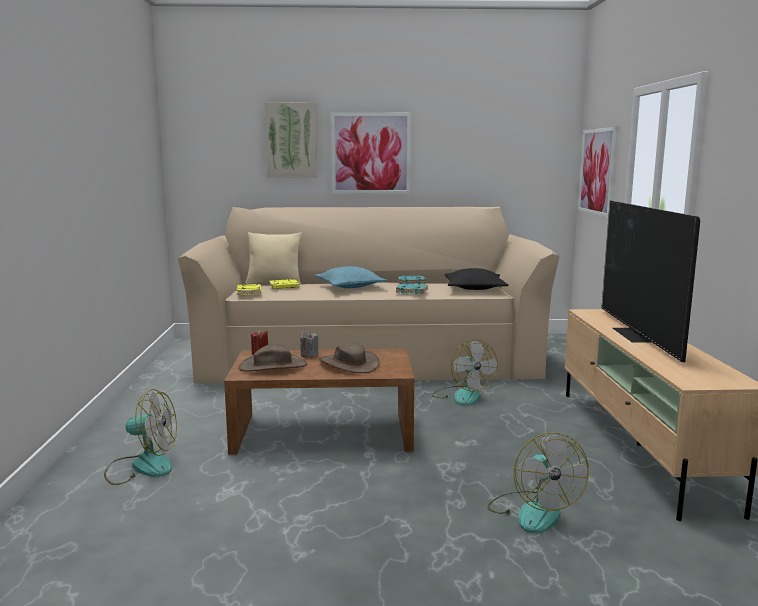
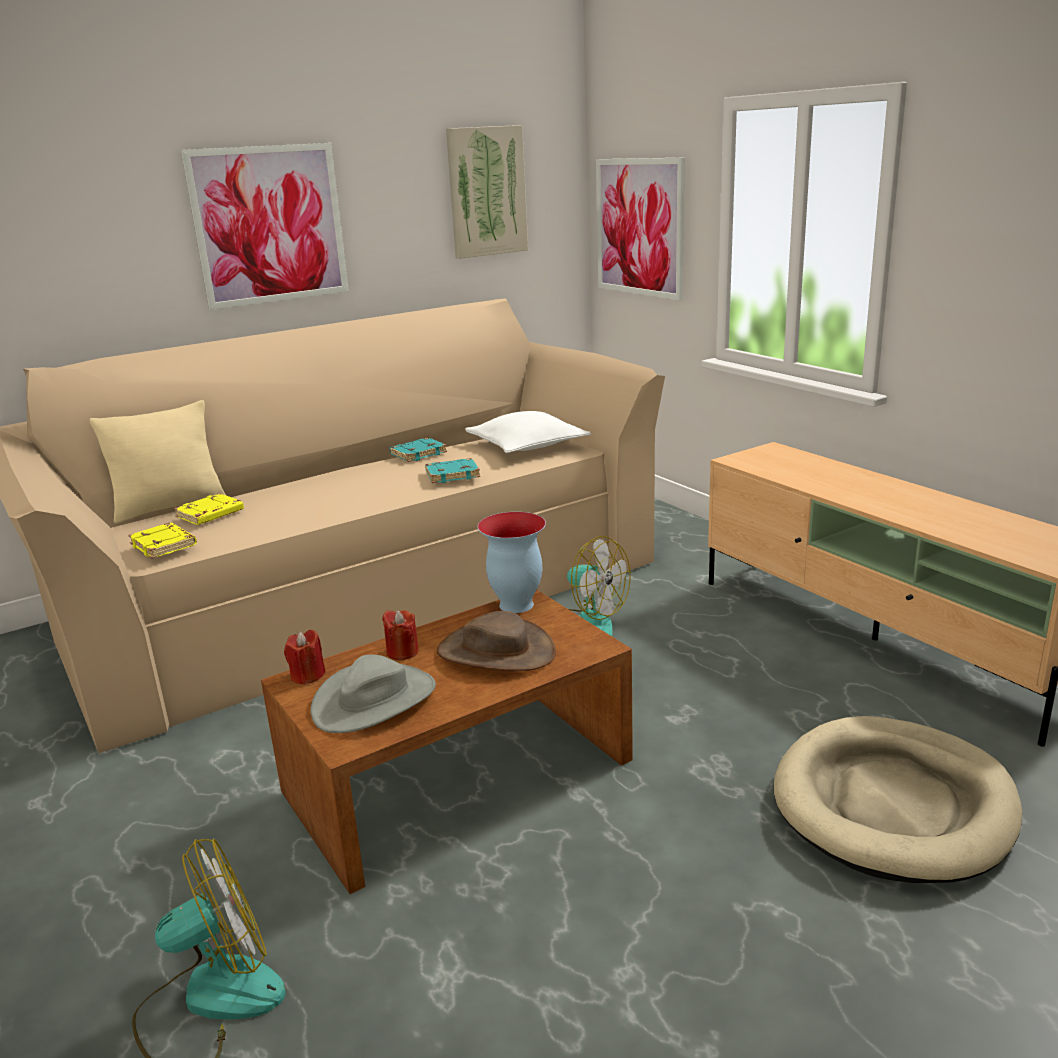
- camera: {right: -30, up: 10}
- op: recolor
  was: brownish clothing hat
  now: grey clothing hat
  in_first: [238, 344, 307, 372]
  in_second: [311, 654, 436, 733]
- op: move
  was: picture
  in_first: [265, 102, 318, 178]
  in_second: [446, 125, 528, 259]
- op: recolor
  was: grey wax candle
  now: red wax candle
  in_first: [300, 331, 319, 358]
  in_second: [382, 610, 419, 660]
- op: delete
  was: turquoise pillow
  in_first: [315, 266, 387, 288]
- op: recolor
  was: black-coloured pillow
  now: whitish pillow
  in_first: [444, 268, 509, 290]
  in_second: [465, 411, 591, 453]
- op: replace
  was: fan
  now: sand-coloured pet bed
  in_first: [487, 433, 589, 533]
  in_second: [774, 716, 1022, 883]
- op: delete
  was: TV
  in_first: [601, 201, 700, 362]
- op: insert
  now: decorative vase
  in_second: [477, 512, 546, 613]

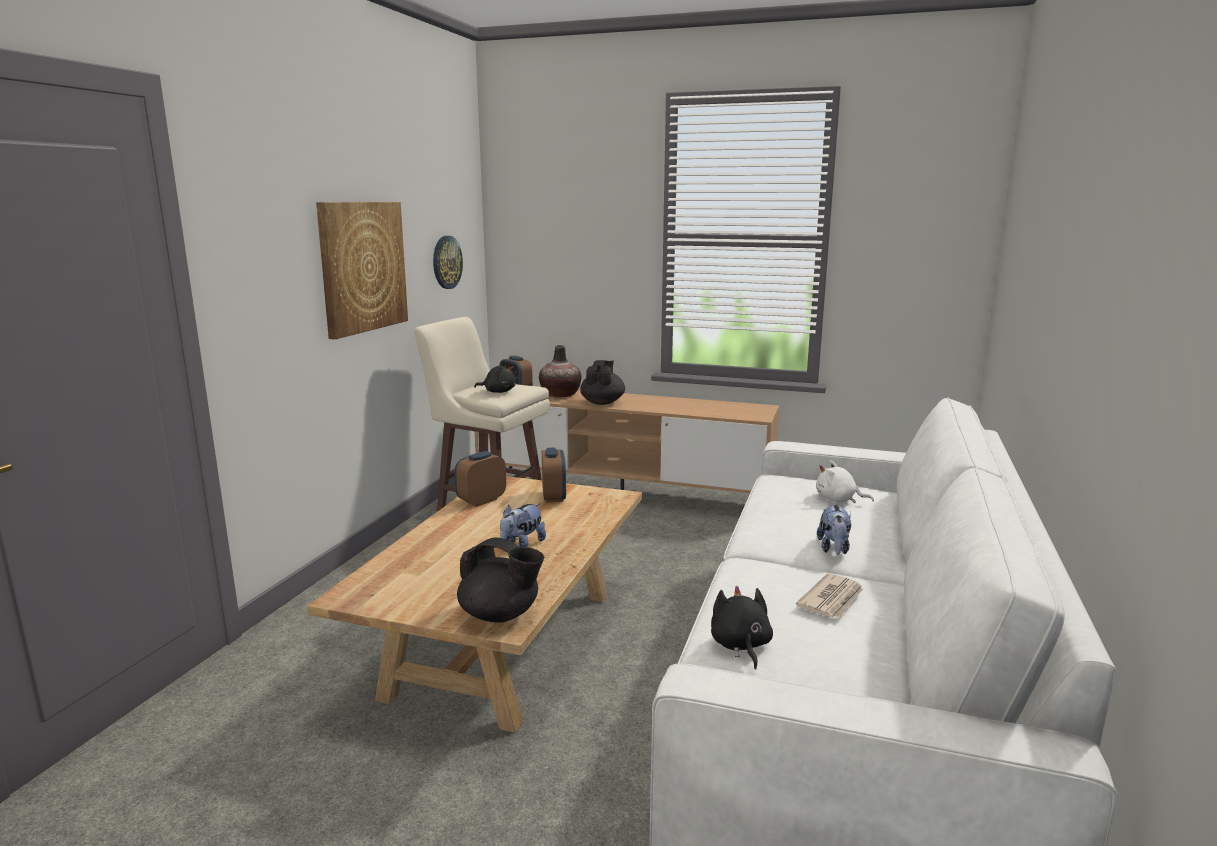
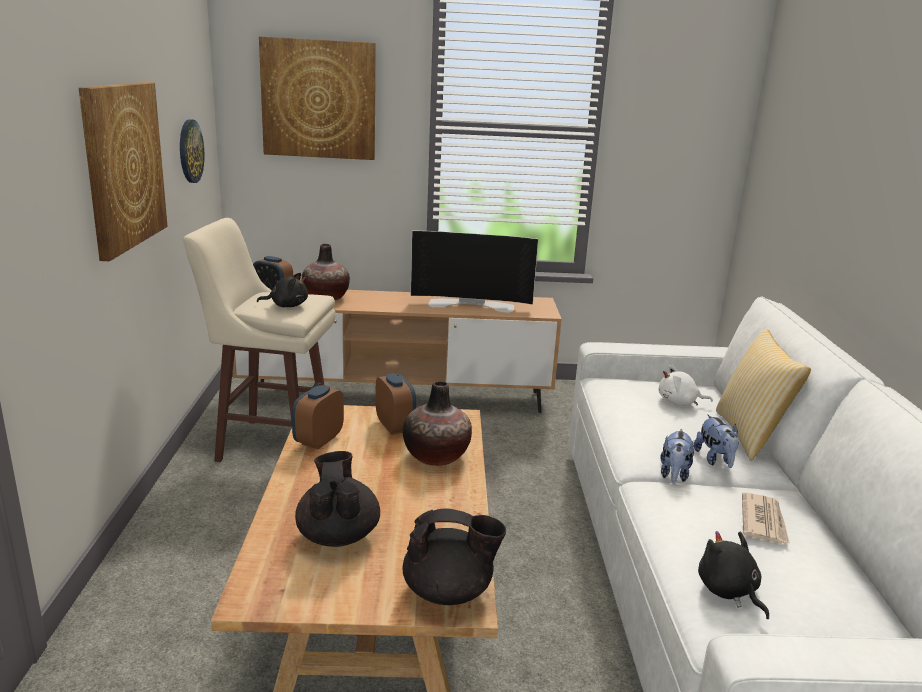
- camera: {right: -20, up: 5}
- op: move
  was: plush toy
  in_first: [500, 503, 546, 547]
  in_second: [660, 428, 694, 483]
- op: move
  was: black-coloured teapot
  in_first: [580, 360, 625, 405]
  in_second: [295, 451, 380, 547]
- op: insert
  now: picture
  in_second: [259, 36, 376, 160]
- op: insert
  now: decorative vase
  in_second: [403, 381, 472, 466]
- op: insert
  now: TV
  in_second: [410, 231, 538, 313]
- op: insert
  now: pillow
  in_second: [716, 329, 811, 461]

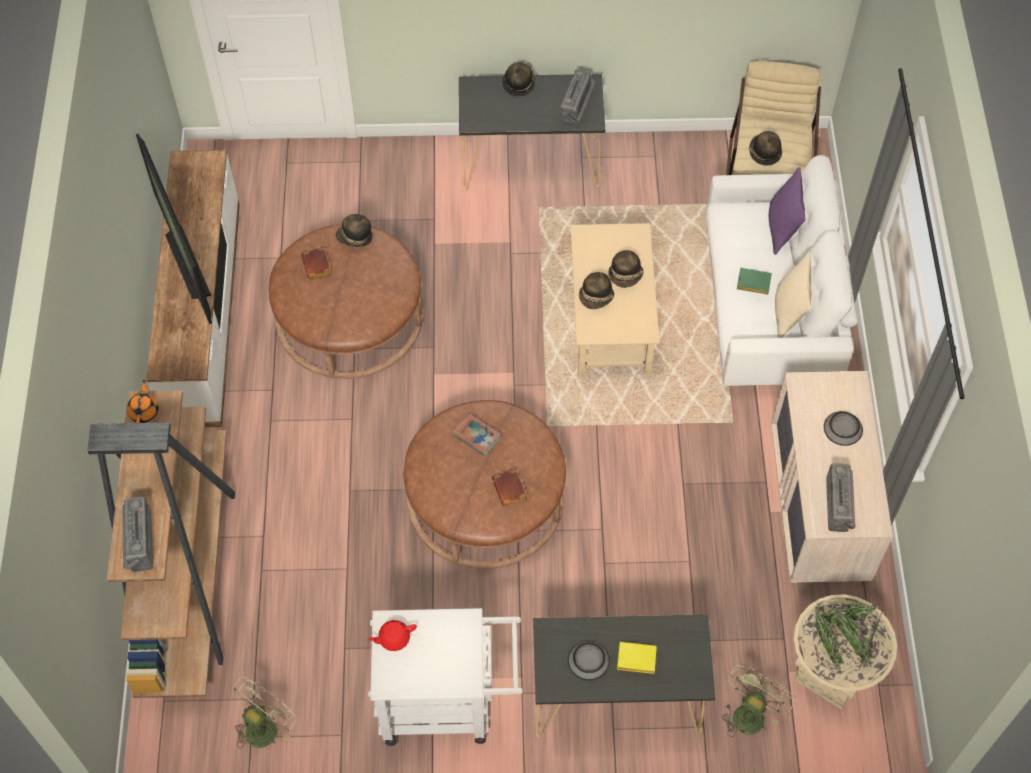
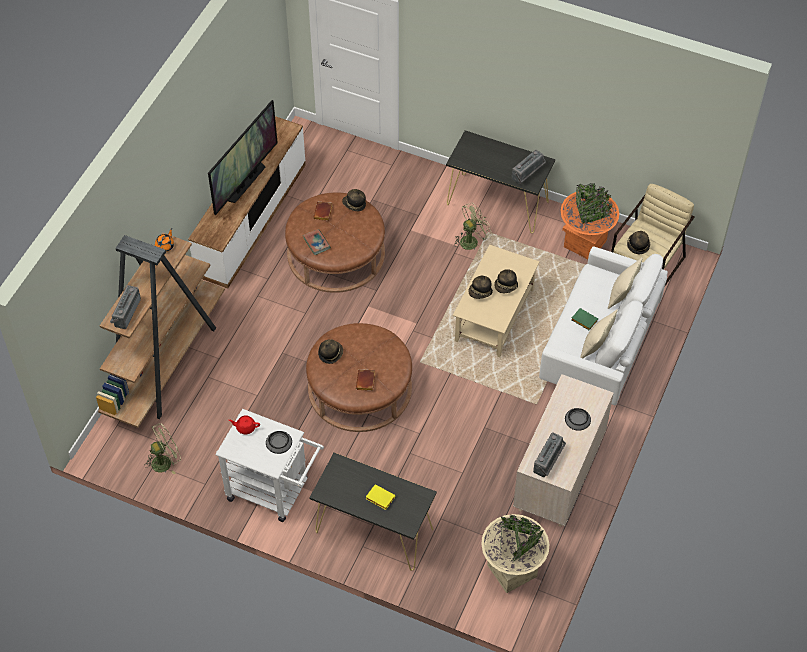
- camera: {right: 25, up: -5}
- op: rotate
  was: TV
  in_first: [136, 134, 212, 324]
  in_second: [208, 100, 278, 215]
  clockwise: -150
- op: move
  was: volume
  in_first: [452, 413, 502, 456]
  in_second: [303, 229, 331, 255]
- op: move
  was: clothing hat
  in_first: [503, 62, 536, 97]
  in_second: [318, 339, 343, 364]
- op: move
  was: deep dish
  in_first: [568, 641, 610, 680]
  in_second: [266, 431, 292, 454]
- op: move
  was: green fan
  in_first: [722, 665, 796, 737]
  in_second: [455, 204, 492, 250]
- op: recolor
  was: purplish pillow
  now: sand-coloured pillow
  in_first: [769, 167, 805, 255]
  in_second: [608, 257, 643, 309]
- op: insert
  now: orange plant pot
  in_second: [561, 183, 619, 259]

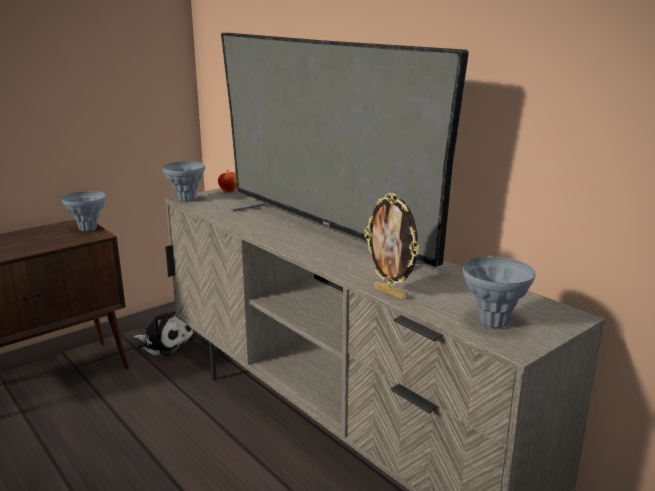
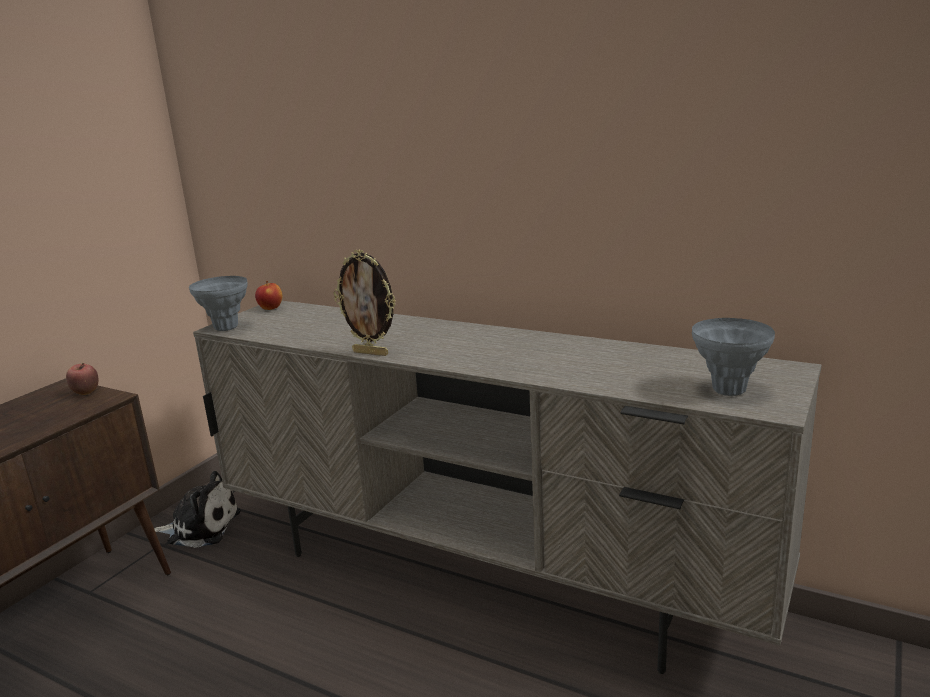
- camera: {right: -20, up: 0}
- op: replace
  was: grey decorative vase
  now: apple
  in_first: [62, 191, 106, 231]
  in_second: [66, 363, 99, 395]
- op: delete
  was: TV
  in_first: [221, 33, 469, 267]
- op: move
  was: picture frame
  in_first: [364, 193, 420, 299]
  in_second: [333, 249, 396, 356]

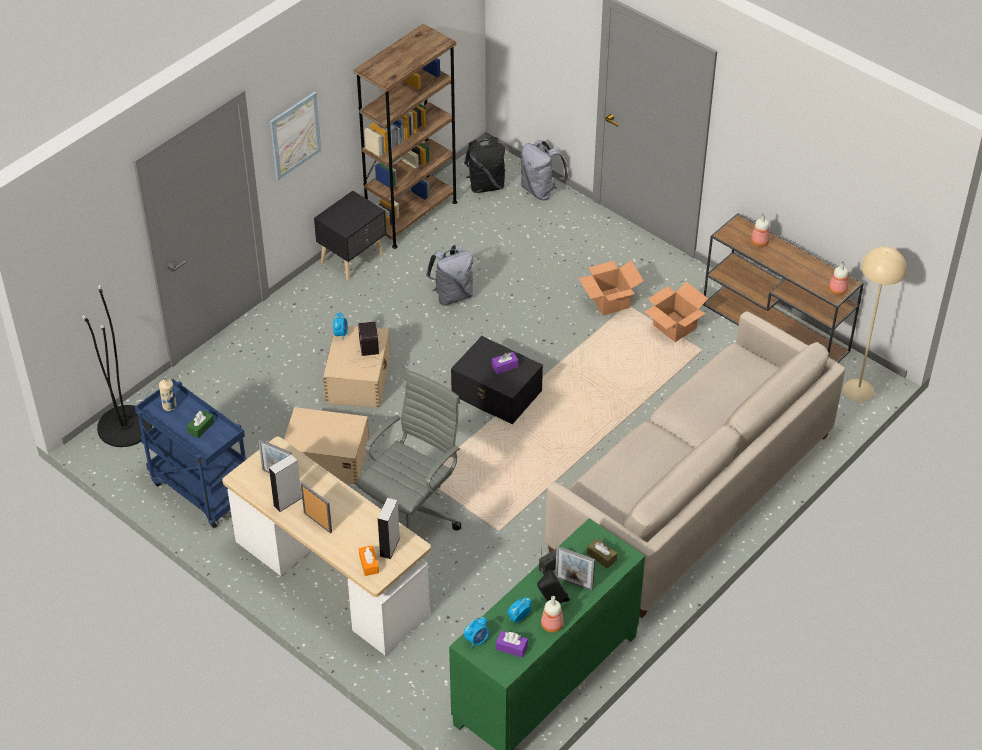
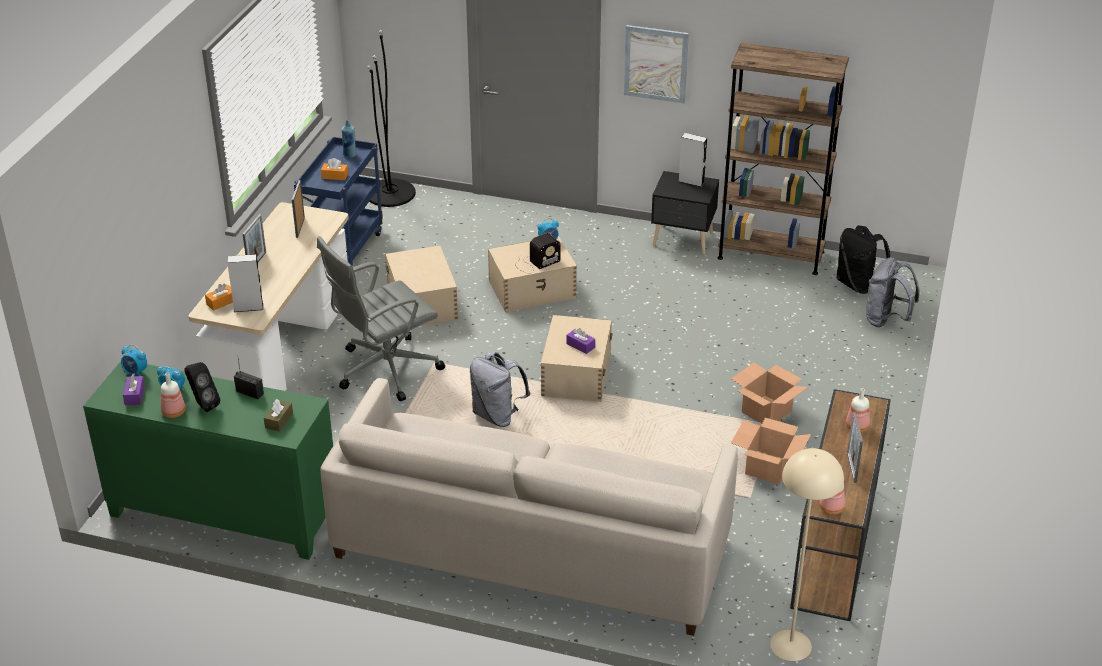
- camera: {right: 65, up: -10}
- op: recolor
  was: sand-coloured drink bottle
  now: blue drink bottle
  in_first: [159, 376, 176, 411]
  in_second: [342, 121, 356, 158]
- op: recolor
  was: green tissue box
  now: orange tissue box
  in_first: [187, 410, 214, 439]
  in_second: [321, 158, 348, 180]
- op: move
  was: grey speaker
  in_first: [269, 454, 302, 512]
  in_second: [678, 133, 707, 187]
- op: rotate
  was: grey office chair
  in_first: [356, 370, 461, 531]
  in_second: [317, 236, 445, 401]
  clockwise: 135
- op: move
  was: grey rucksack
  in_first: [426, 245, 473, 306]
  in_second: [470, 352, 530, 427]
- op: recolor
  was: black-coloured storage container
  now: sand-coloured storage container
  in_first: [451, 336, 543, 424]
  in_second: [541, 315, 613, 402]
- op: move
  was: picture frame
  in_first: [555, 546, 595, 591]
  in_second: [847, 412, 863, 483]

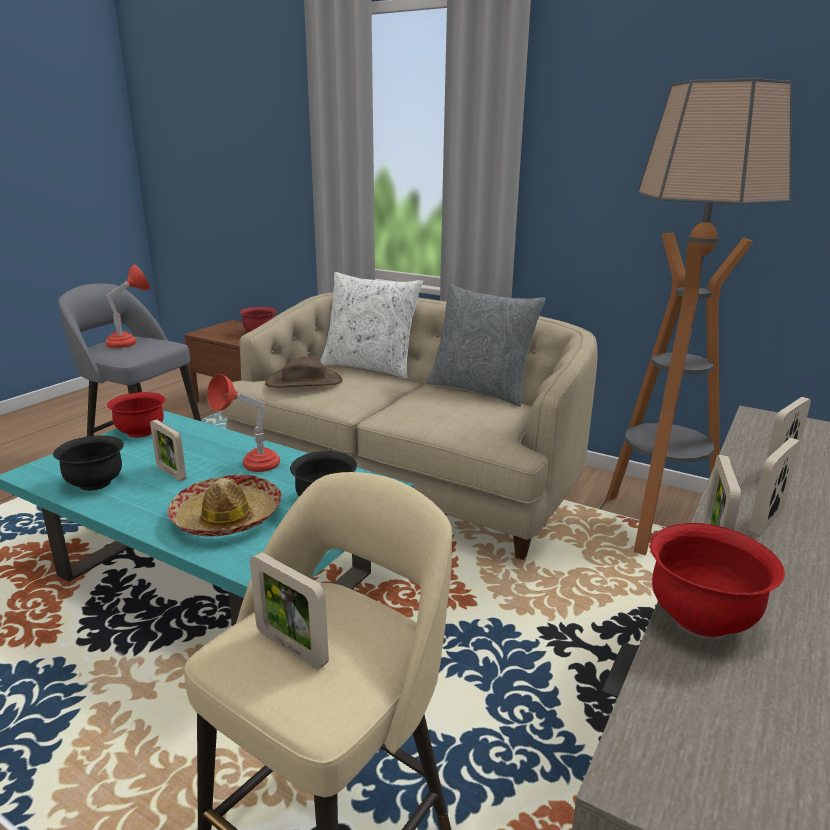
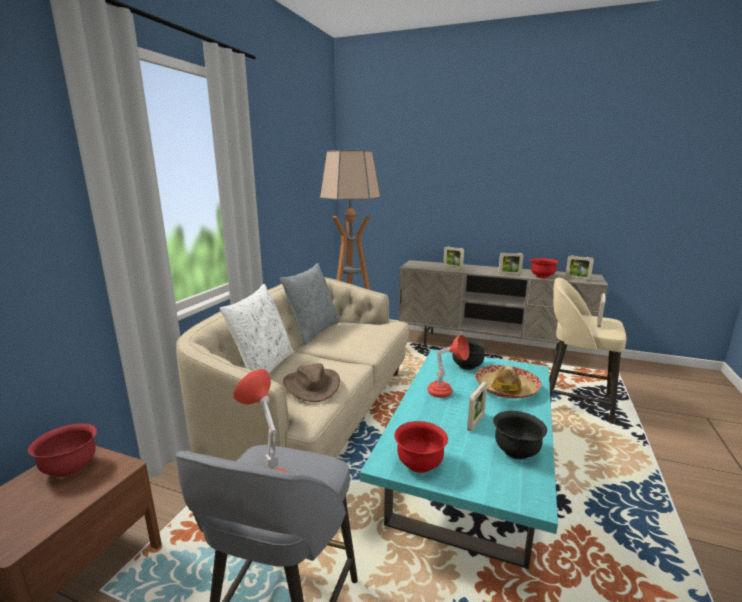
- camera: {right: -100, up: -5}
- op: move
  was: picture frame
  in_first: [748, 438, 800, 537]
  in_second: [565, 255, 594, 281]

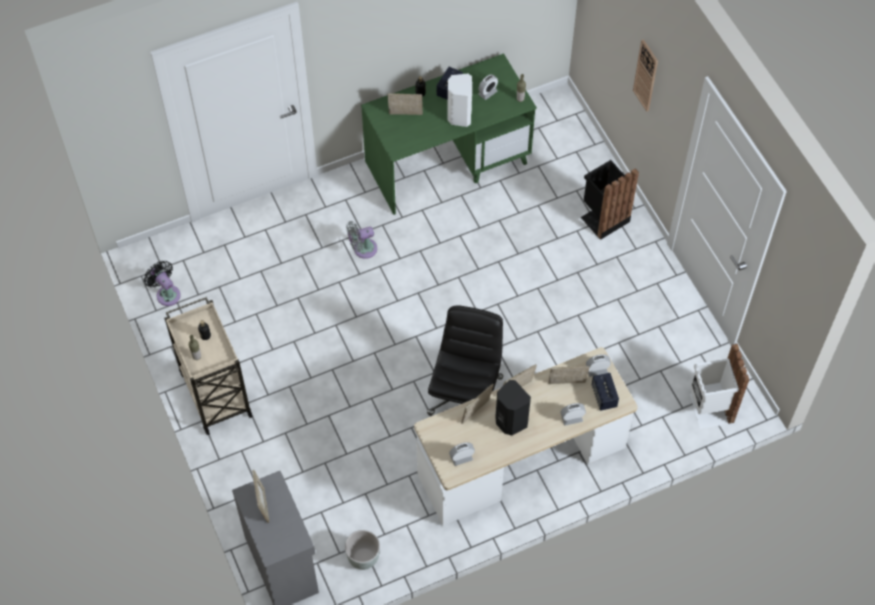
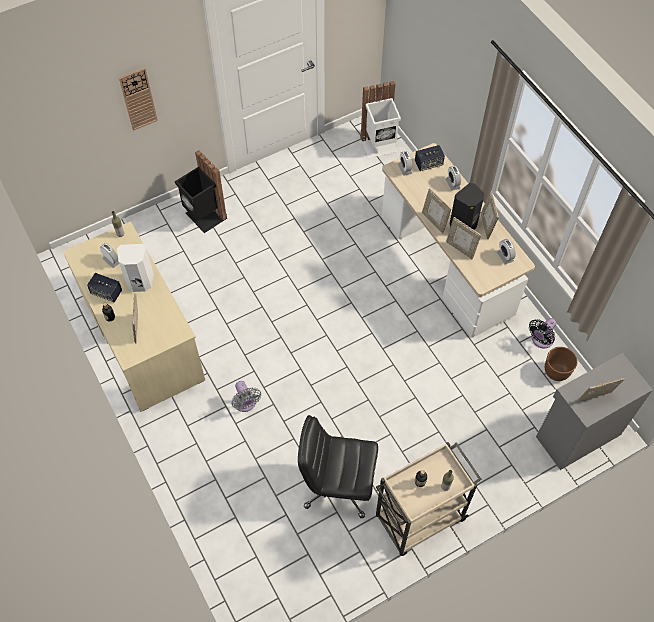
- camera: {right: -95, up: 0}
- op: move
  was: black-coloured fan
  in_first: [144, 261, 181, 306]
  in_second: [529, 318, 556, 348]
- op: recolor
  was: grey plant pot
  now: brownish plant pot
  in_first: [345, 530, 380, 570]
  in_second: [545, 347, 578, 381]
- op: recolor
  was: green desk
  now: sand-coloured desk
  in_first: [361, 53, 537, 215]
  in_second: [63, 221, 205, 412]
- op: move
  was: black-coloured office chair
  in_first: [427, 306, 503, 416]
  in_second: [298, 415, 378, 518]
- op: move
  was: picture frame
  in_first: [548, 366, 589, 384]
  in_second: [481, 191, 499, 239]

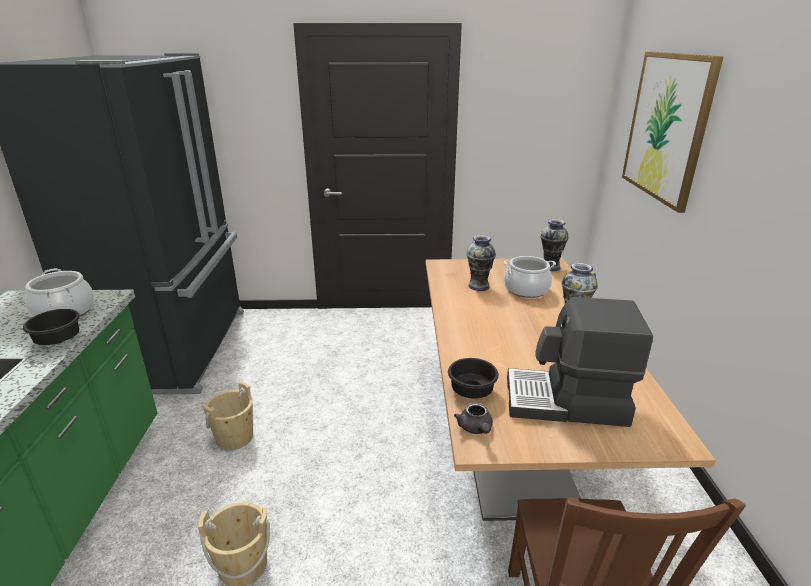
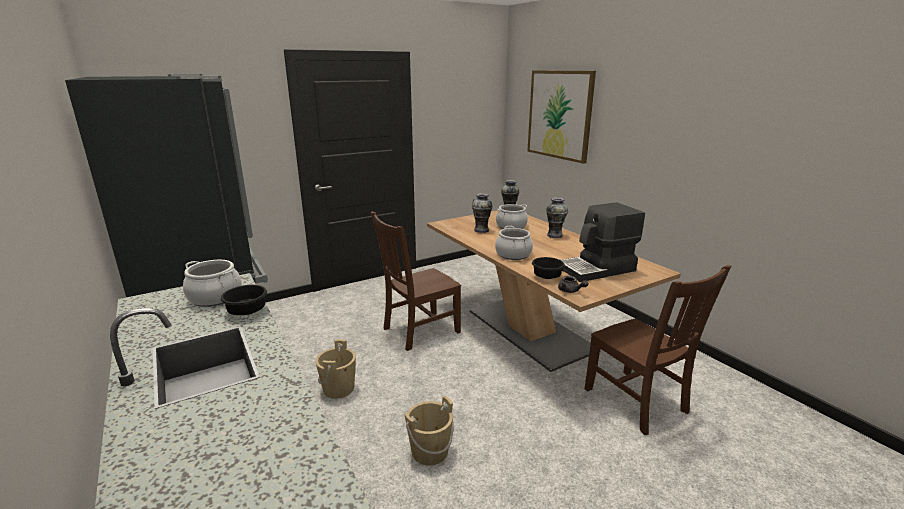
- camera: {right: -30, up: -5}
- op: insert
  now: brownish plain chair
  in_second: [371, 212, 461, 351]
- op: insert
  now: saucepot
  in_second: [495, 226, 533, 260]

